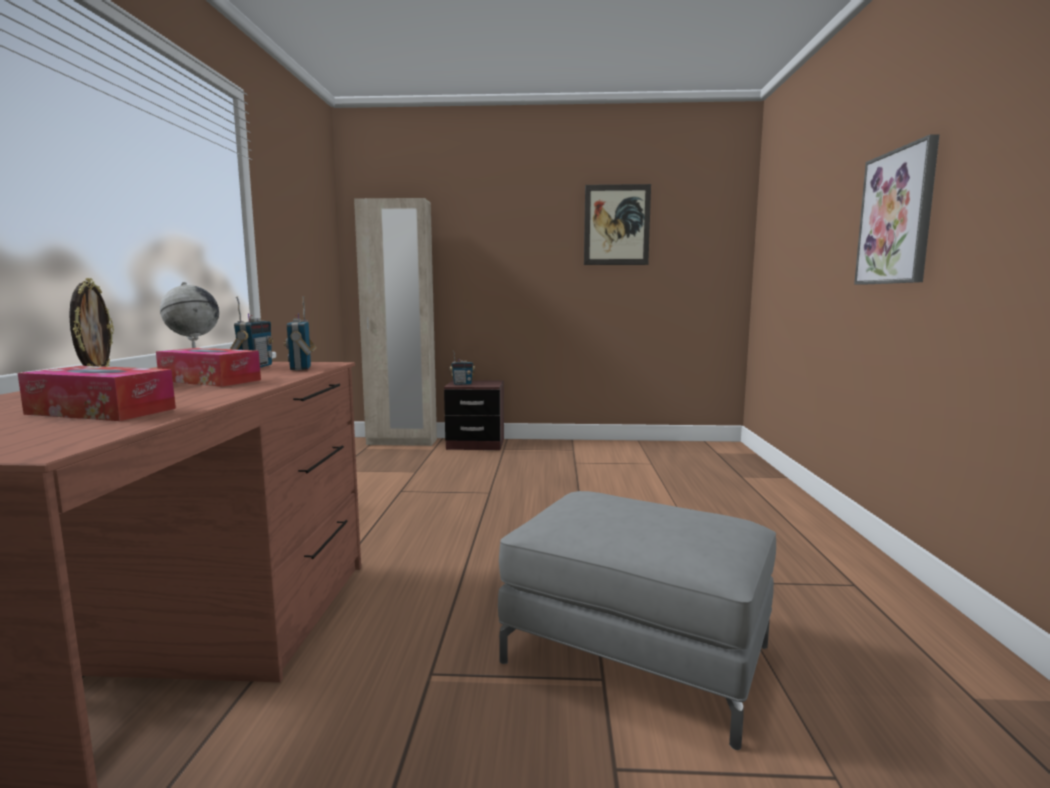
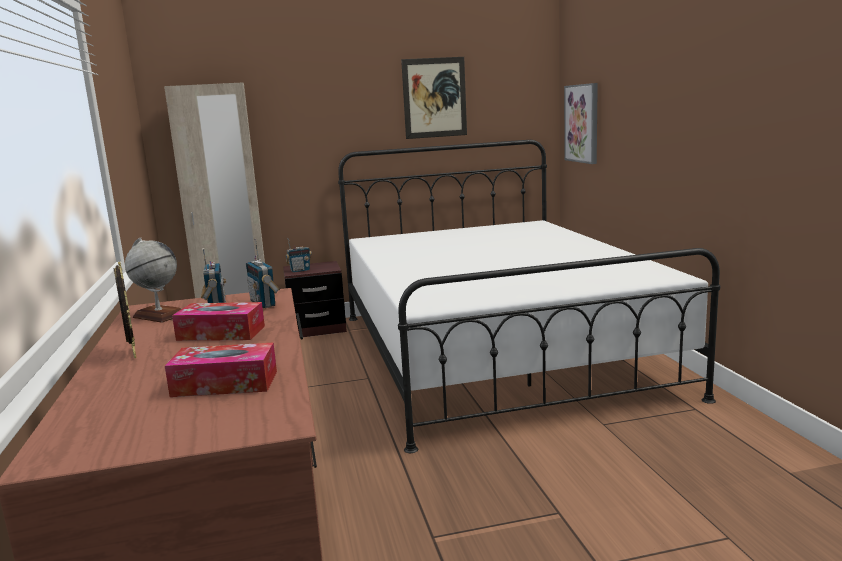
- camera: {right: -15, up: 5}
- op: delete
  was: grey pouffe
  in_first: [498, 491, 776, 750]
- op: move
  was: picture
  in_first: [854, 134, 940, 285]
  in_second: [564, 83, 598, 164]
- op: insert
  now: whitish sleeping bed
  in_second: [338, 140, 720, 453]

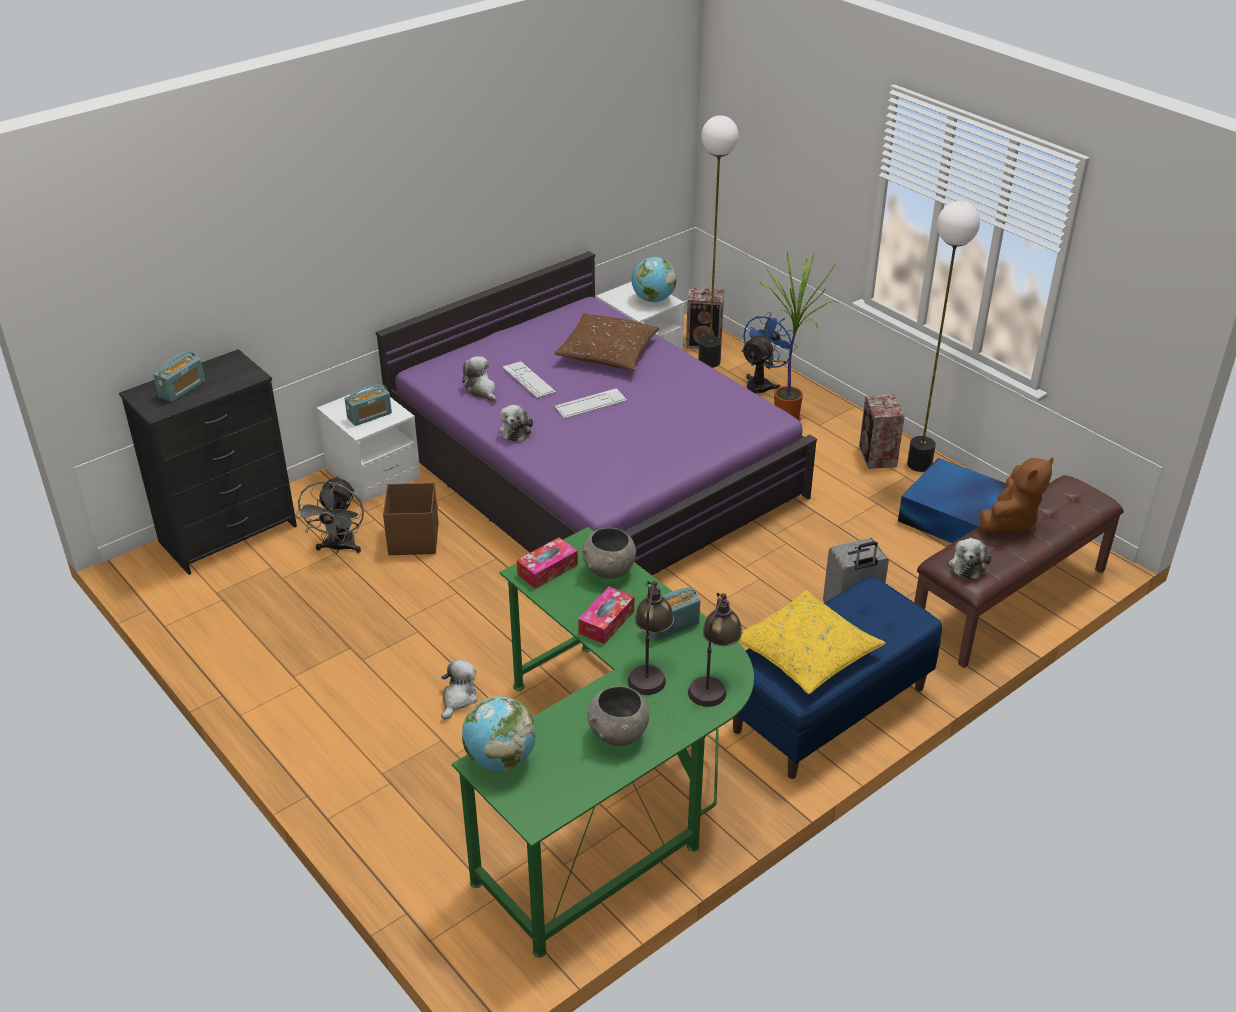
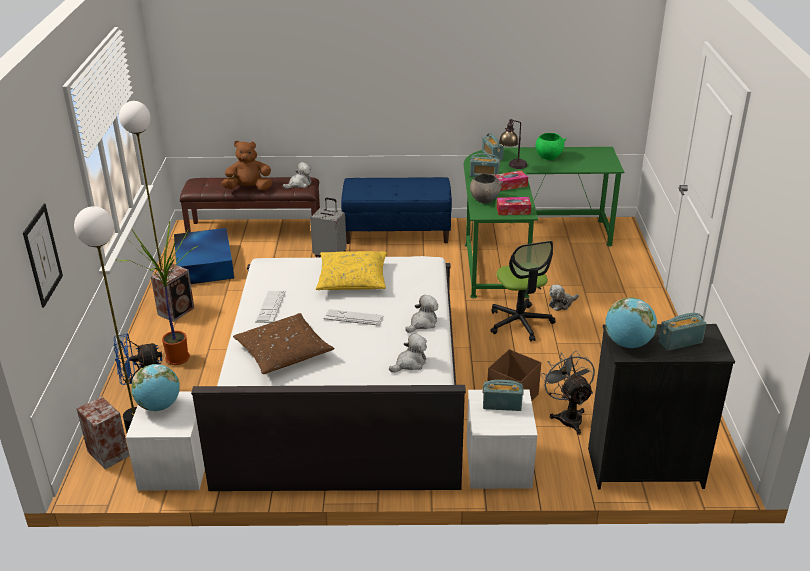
- camera: {right: -140, up: -5}
- op: rotate
  was: grey fan
  in_first: [295, 476, 364, 553]
  in_second: [541, 351, 595, 435]
  clockwise: -60
- op: recolor
  was: purplish sleeping bed
  now: whitish sleeping bed
  in_first: [376, 251, 817, 575]
  in_second: [191, 256, 466, 491]
- op: rotate
  was: plush toy
  in_first: [462, 356, 497, 402]
  in_second: [389, 333, 427, 372]
  clockwise: -135
- op: move
  was: desk globe
  in_first: [462, 696, 536, 771]
  in_second: [605, 298, 657, 348]
- op: move
  was: keyboard
  in_first: [502, 362, 556, 398]
  in_second: [255, 291, 286, 323]
- op: recolor
  was: grey deep dish
  now: green deep dish
  in_first: [588, 686, 649, 746]
  in_second: [535, 133, 566, 160]
- op: replace
  was: tabletop lamp
  now: radio set
  in_first: [688, 593, 742, 707]
  in_second: [482, 133, 504, 161]
- op: move
  was: yellow pillow
  in_first: [738, 590, 885, 694]
  in_second: [316, 251, 387, 290]
- op: insert
  now: picture
  in_second: [23, 203, 63, 308]
- op: insert
  now: office chair
  in_second: [490, 241, 556, 341]

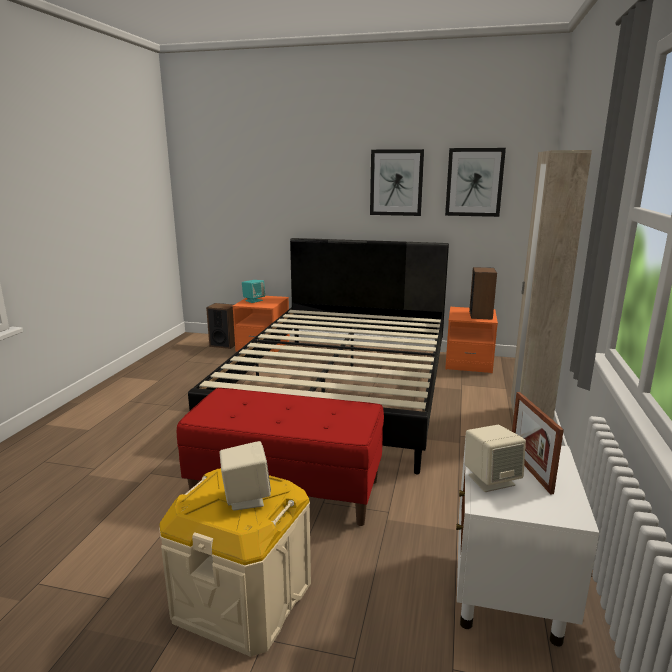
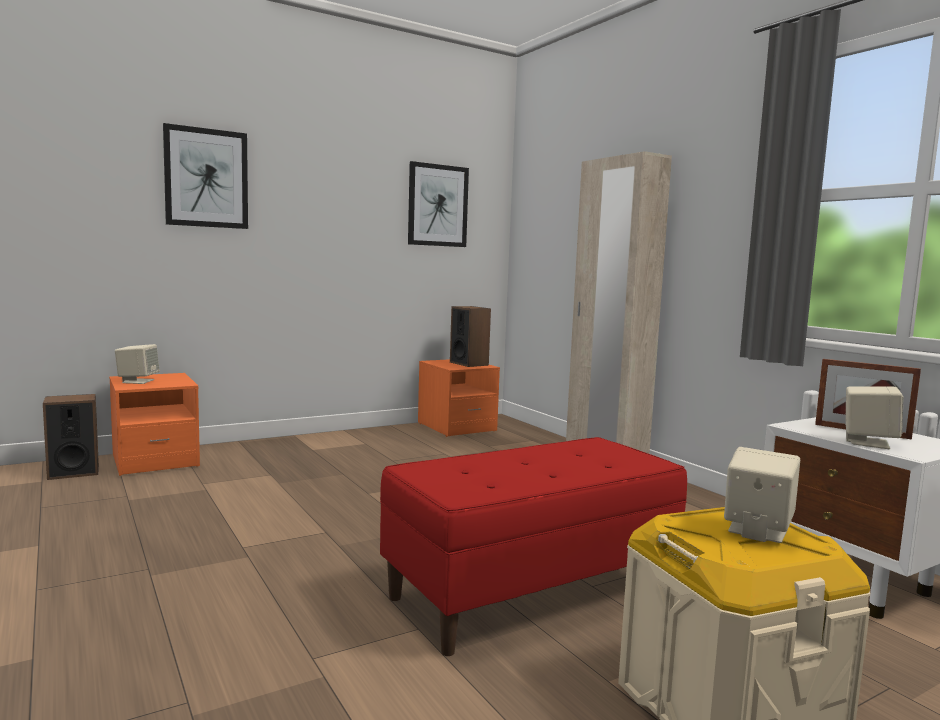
- camera: {right: -45, up: -10}
- op: delete
  was: black-coloured sleeping bed
  in_first: [188, 238, 449, 474]
- op: recolor
  was: turquoise speaker
  now: sand-coloured speaker
  in_first: [242, 280, 265, 303]
  in_second: [115, 344, 160, 384]
- op: move
  was: picture
  in_first: [370, 149, 424, 216]
  in_second: [163, 123, 248, 229]

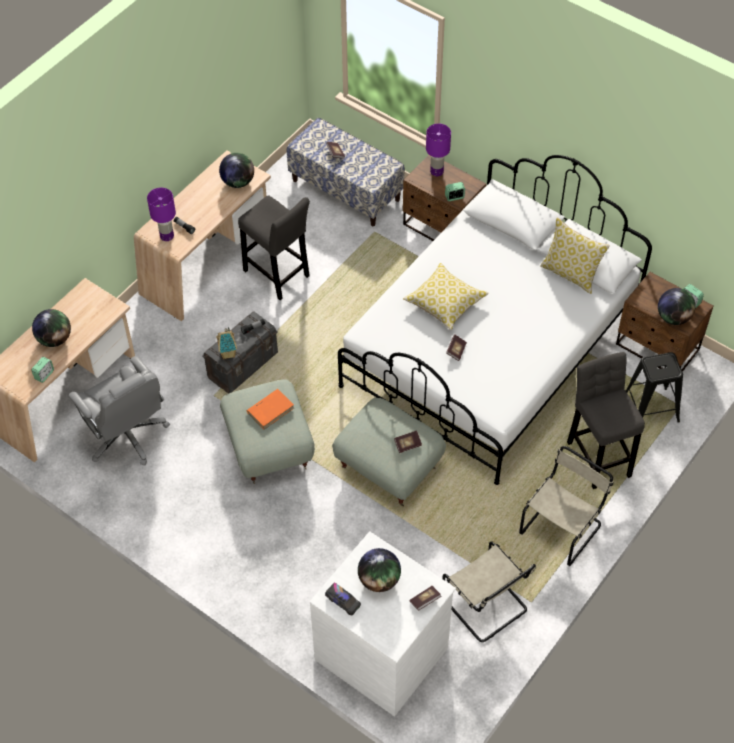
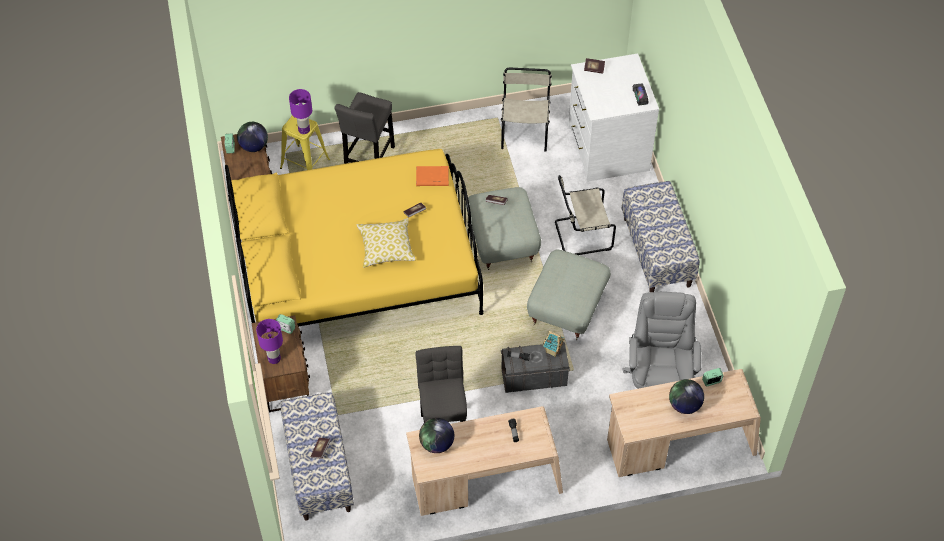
- camera: {right: -140, up: 0}
- op: move
  was: purplish tabletop lamp
  in_first: [147, 188, 176, 241]
  in_second: [289, 89, 312, 134]
- op: move
  was: orange volume
  in_first: [247, 389, 294, 429]
  in_second: [416, 166, 449, 186]
- op: recolor
  was: whitish sleeping bed
  now: yellow sleeping bed
  in_first: [338, 155, 652, 485]
  in_second: [225, 149, 484, 327]
- op: delete
  was: desk globe
  in_first: [358, 548, 401, 592]
- op: move
  was: sand-coloured plain chair
  in_first: [519, 446, 614, 566]
  in_second: [555, 175, 616, 255]
- op: delete
  was: pillow
  in_first: [540, 218, 610, 294]
- op: recolor
  was: black-coloured stool
  now: yellow stool
  in_first: [626, 352, 683, 423]
  in_second: [280, 116, 330, 170]
- op: insert
  now: bench
  in_second: [621, 181, 700, 292]

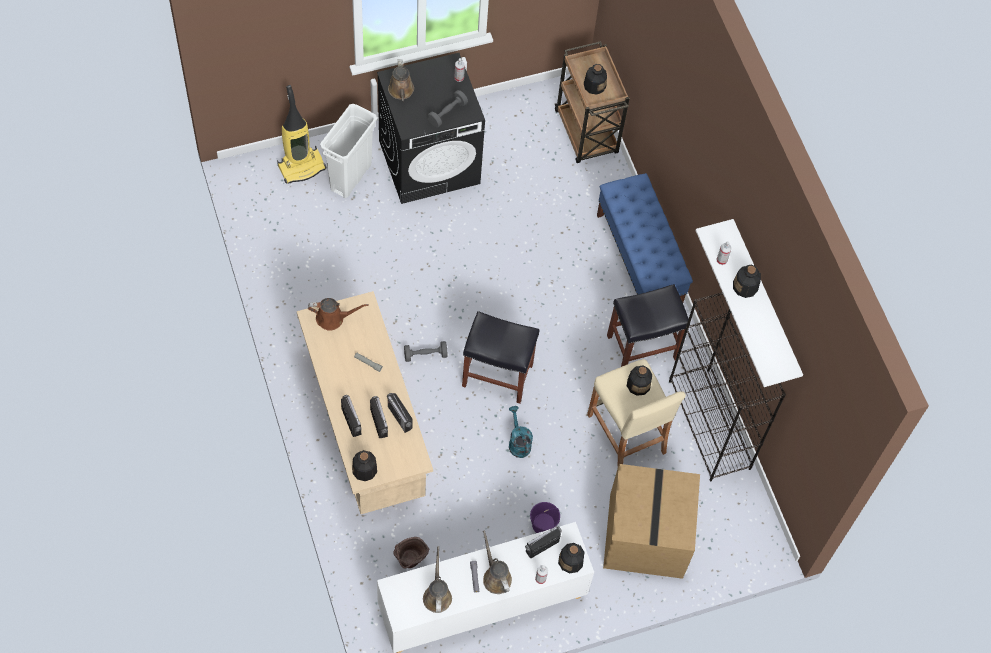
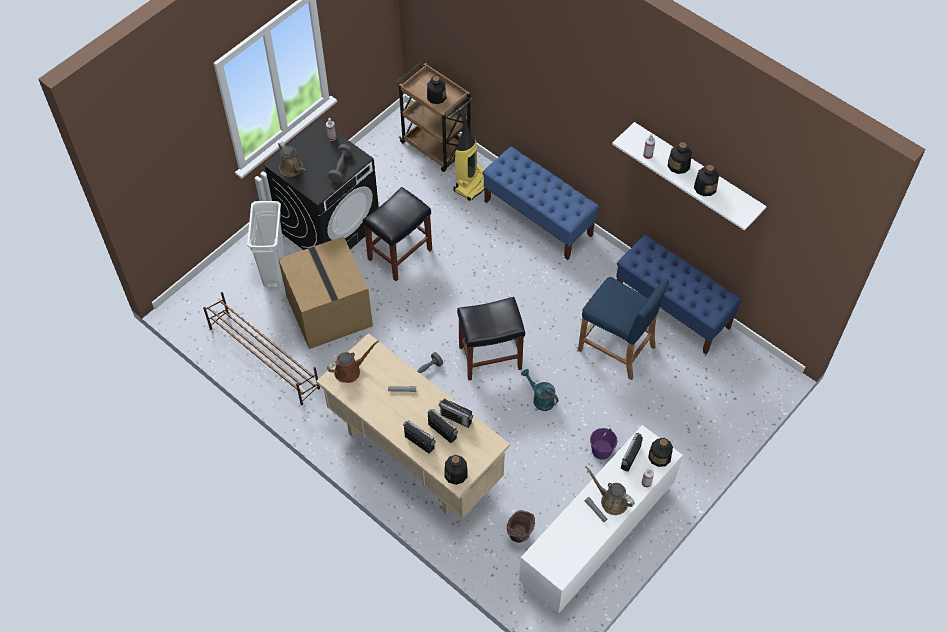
- camera: {right: -25, up: -5}
- op: move
  was: vacuum cleaner
  in_first: [277, 85, 326, 184]
  in_second: [453, 107, 485, 201]
- op: delete
  was: brownish sprinkling can
  in_first: [423, 546, 452, 613]
- op: recolor
  was: sand-coloured stool
  now: blue stool
  in_first: [587, 359, 686, 466]
  in_second: [578, 277, 669, 380]
- op: move
  was: carton
  in_first: [603, 464, 700, 579]
  in_second: [278, 236, 373, 349]
- op: move
  was: black-coloured stool
  in_first: [607, 284, 690, 367]
  in_second: [363, 187, 432, 281]
- op: move
  was: drink bottle
  in_first: [627, 366, 652, 396]
  in_second: [694, 164, 719, 196]
- op: replace
  was: black-coloured shelving unit
  now: blue bench
  in_first: [669, 292, 786, 481]
  in_second: [616, 235, 742, 355]
- op: insert
  now: brownish shoe stand
  in_second: [203, 292, 320, 405]

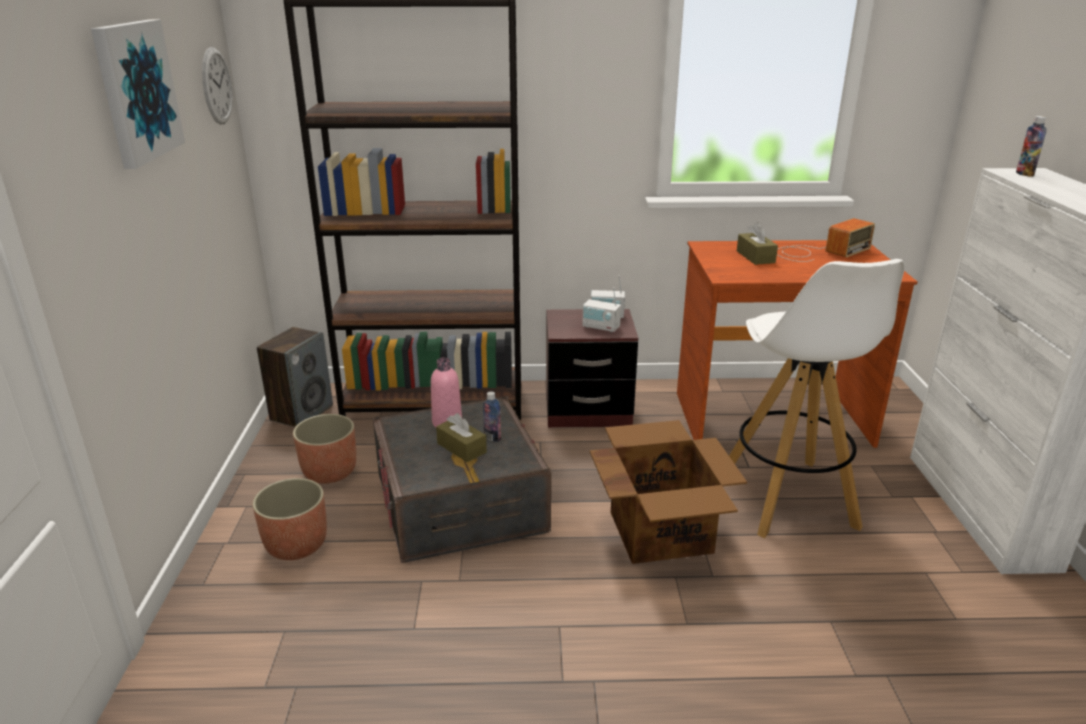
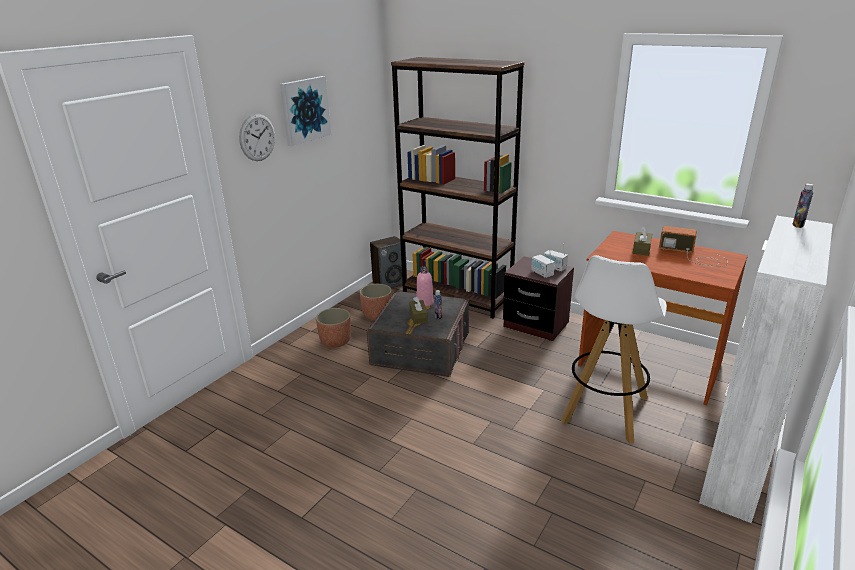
- camera: {right: 35, up: 0}
- op: move
  was: hanging clock
  in_first: [202, 47, 233, 125]
  in_second: [239, 114, 275, 161]
- op: delete
  was: carton
  in_first: [590, 420, 747, 564]
- op: rotate
  was: radio set
  in_first: [777, 218, 875, 262]
  in_second: [659, 226, 728, 267]
  clockwise: -150

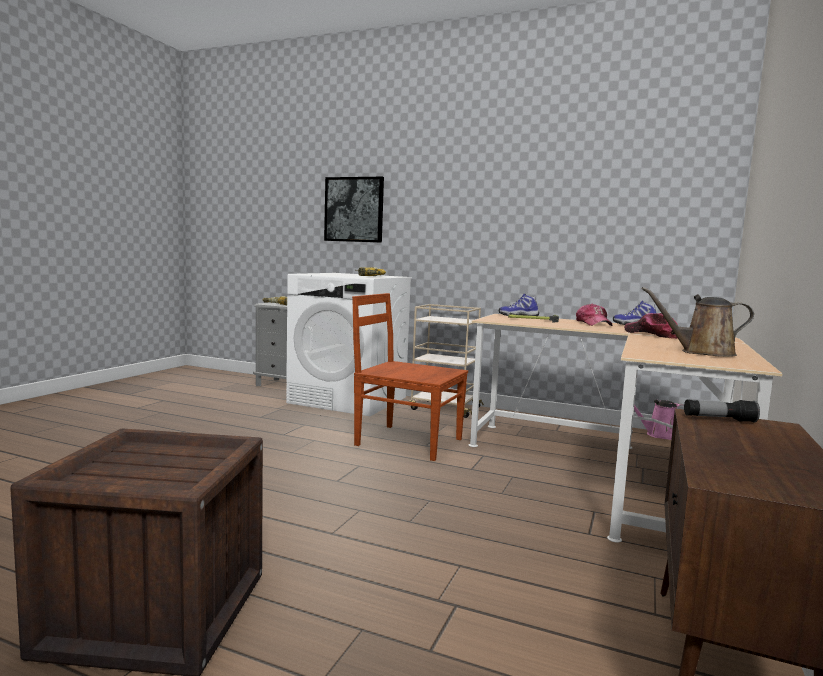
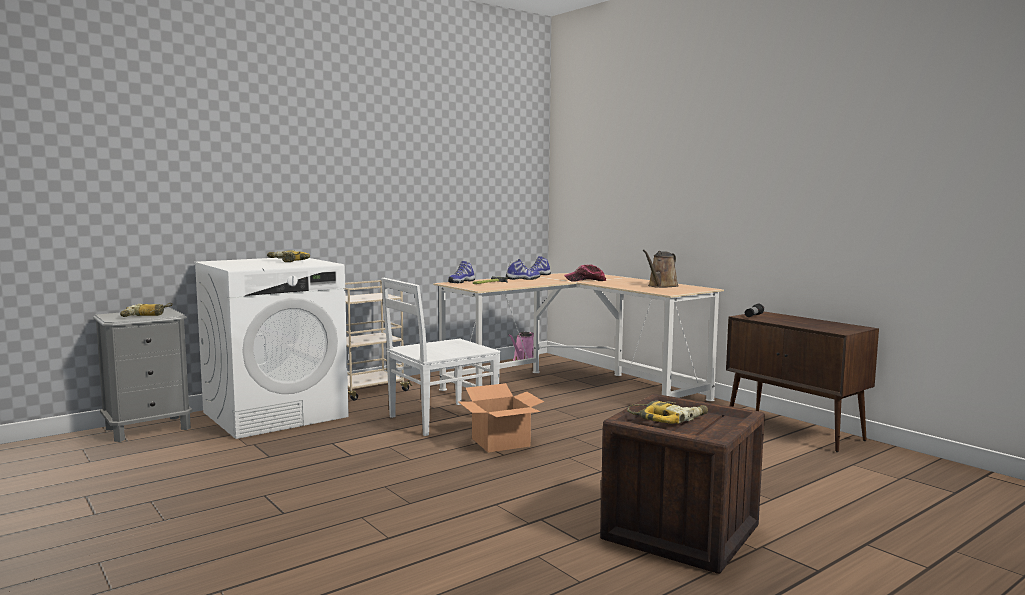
- camera: {right: -60, up: 0}
- op: delete
  was: picture
  in_first: [324, 177, 384, 243]
- op: recolor
  was: brownish plain chair
  now: whitish plain chair
  in_first: [352, 293, 468, 461]
  in_second: [381, 278, 501, 436]
- op: replace
  was: peaked cap
  now: item of footwear
  in_first: [576, 304, 612, 326]
  in_second: [506, 259, 540, 280]
- op: insert
  now: carton
  in_second: [458, 383, 544, 453]
- op: insert
  now: electric drill
  in_second: [627, 401, 708, 424]

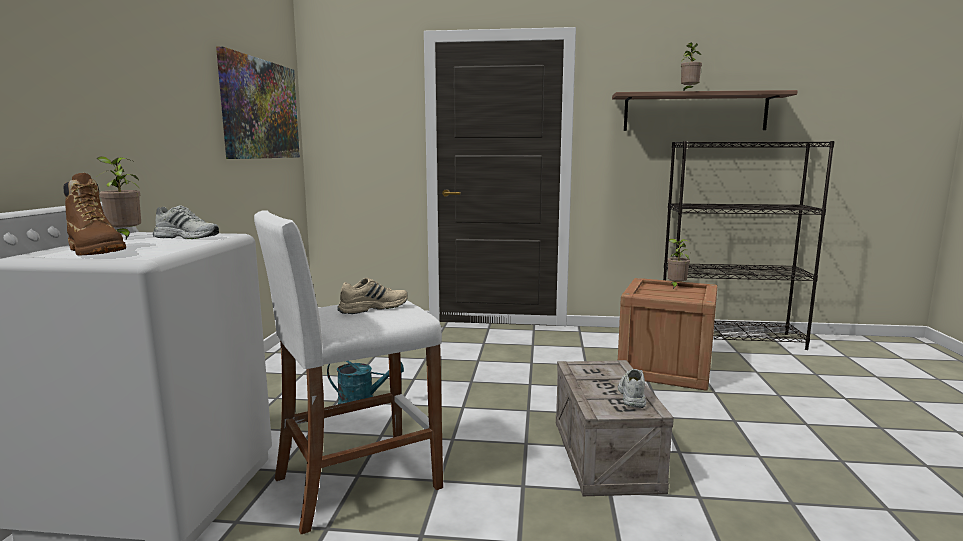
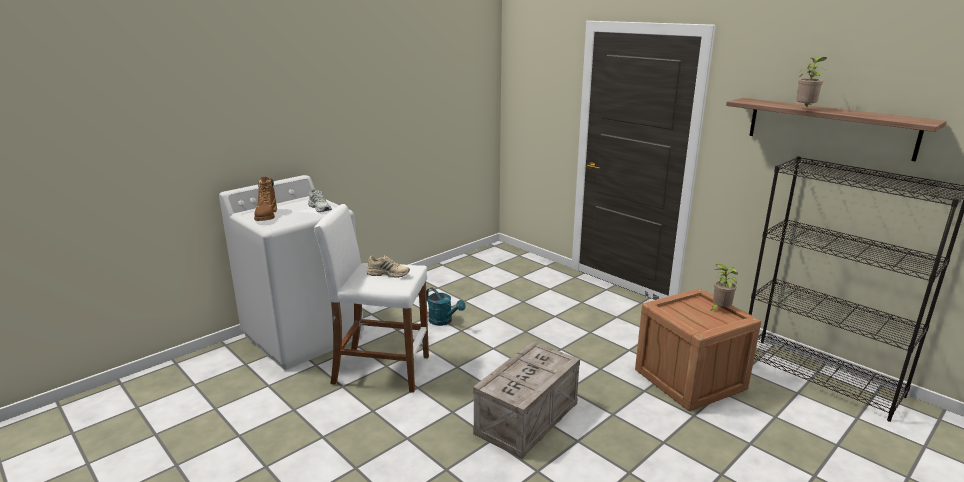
- camera: {right: 40, up: 10}
- op: delete
  was: potted plant
  in_first: [96, 156, 141, 239]
- op: delete
  was: picture
  in_first: [216, 46, 300, 159]
- op: delete
  was: whitish item of footwear
  in_first: [618, 369, 646, 408]

